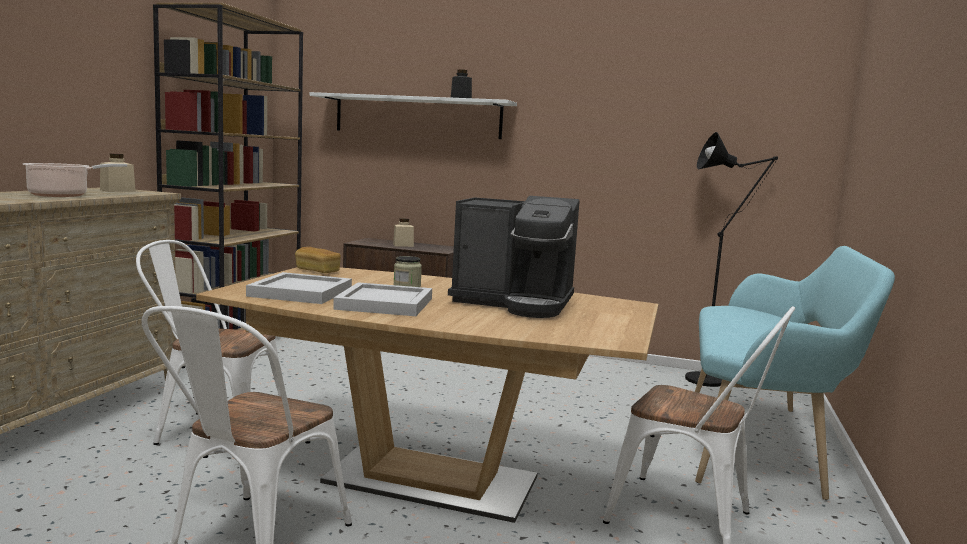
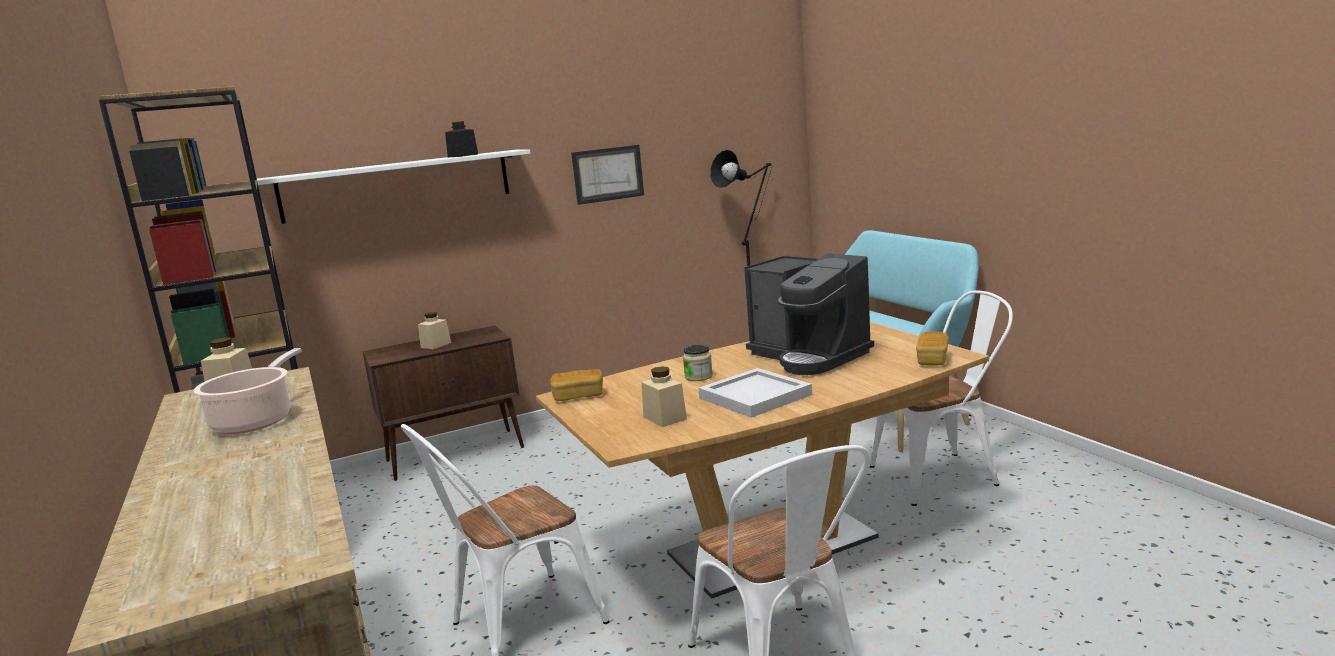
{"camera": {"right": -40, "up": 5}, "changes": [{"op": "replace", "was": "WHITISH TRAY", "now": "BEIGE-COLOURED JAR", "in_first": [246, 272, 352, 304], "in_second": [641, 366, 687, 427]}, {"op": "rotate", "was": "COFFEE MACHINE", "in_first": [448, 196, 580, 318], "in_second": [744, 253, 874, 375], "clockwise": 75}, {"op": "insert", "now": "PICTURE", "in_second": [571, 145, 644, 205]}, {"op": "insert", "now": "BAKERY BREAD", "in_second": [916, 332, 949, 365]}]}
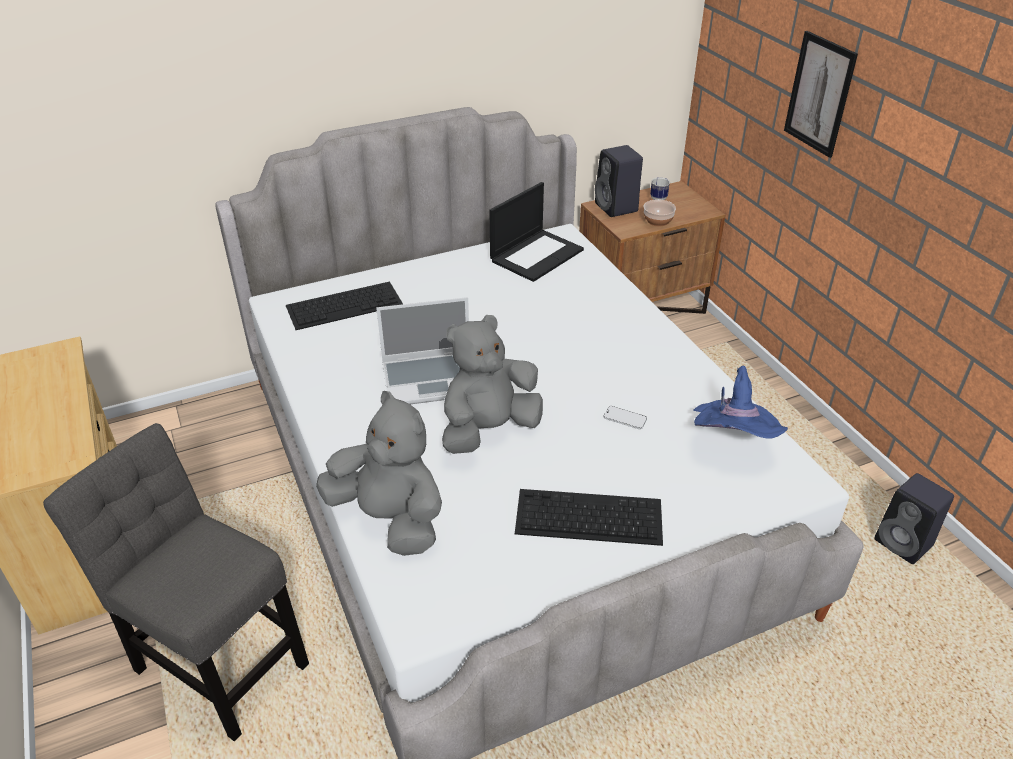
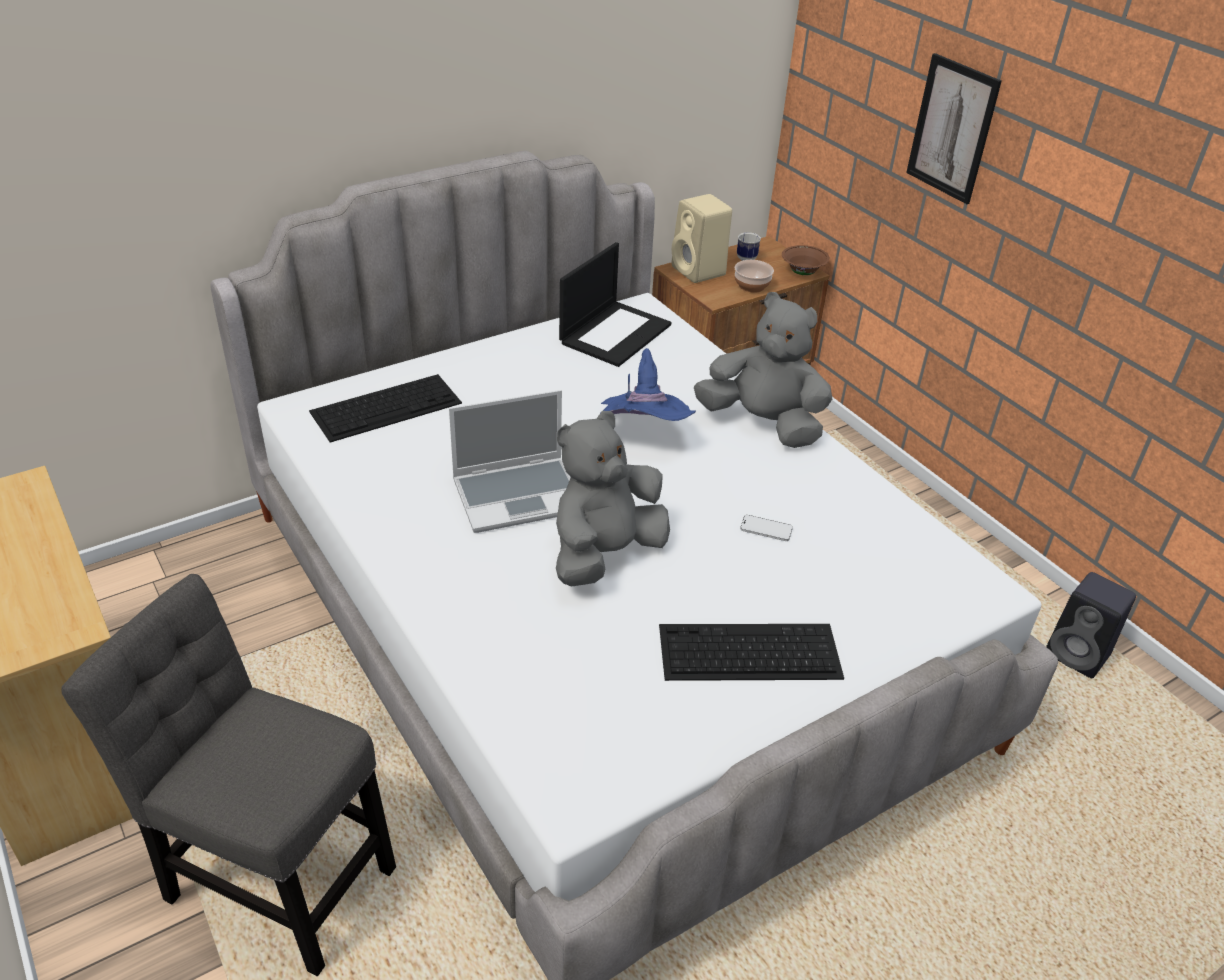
{"camera": {"right": -10, "up": 0}, "changes": [{"op": "move", "was": "GREY PLUSH TOY", "in_first": [316, 391, 442, 556], "in_second": [694, 292, 832, 448]}, {"op": "recolor", "was": "BLACK-COLOURED AUDIO SPEAKER", "now": "BEIGE-COLOURED AUDIO SPEAKER", "in_first": [595, 145, 643, 217], "in_second": [672, 194, 732, 283]}, {"op": "move", "was": "BLUISH CLOTHING HAT", "in_first": [693, 366, 788, 439], "in_second": [600, 348, 696, 421]}, {"op": "insert", "now": "BROWNISH DEEP DISH", "in_second": [782, 245, 830, 275]}]}
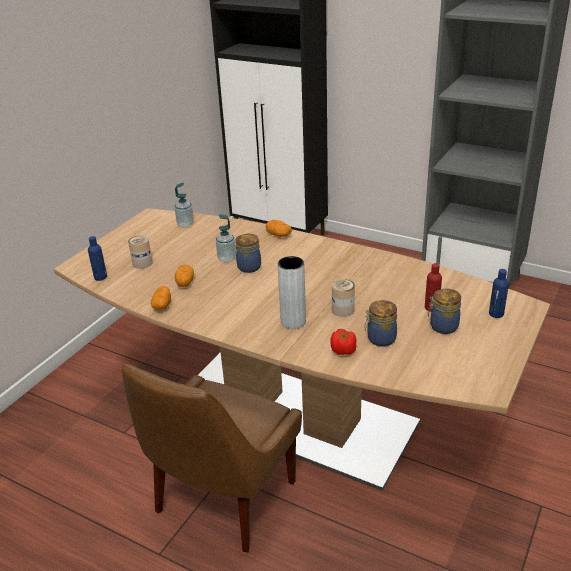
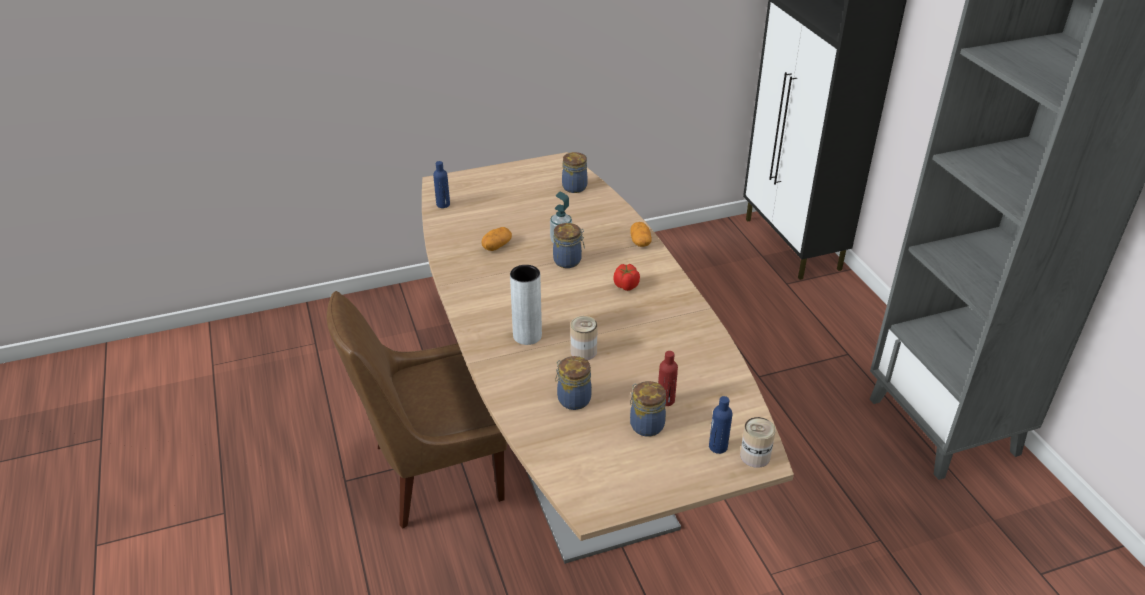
{"camera": {"right": 40, "up": 5}, "changes": [{"op": "move", "was": "SEALED CAN", "in_first": [128, 235, 153, 269], "in_second": [740, 417, 776, 468]}, {"op": "delete", "was": "WHOLE POTATO", "in_first": [151, 286, 171, 310]}, {"op": "replace", "was": "LIQUID SOAP BOTTLE", "now": "JAR", "in_first": [175, 183, 194, 228], "in_second": [562, 152, 587, 193]}, {"op": "move", "was": "FRESH TOMATO", "in_first": [330, 329, 356, 355], "in_second": [613, 264, 640, 291]}]}
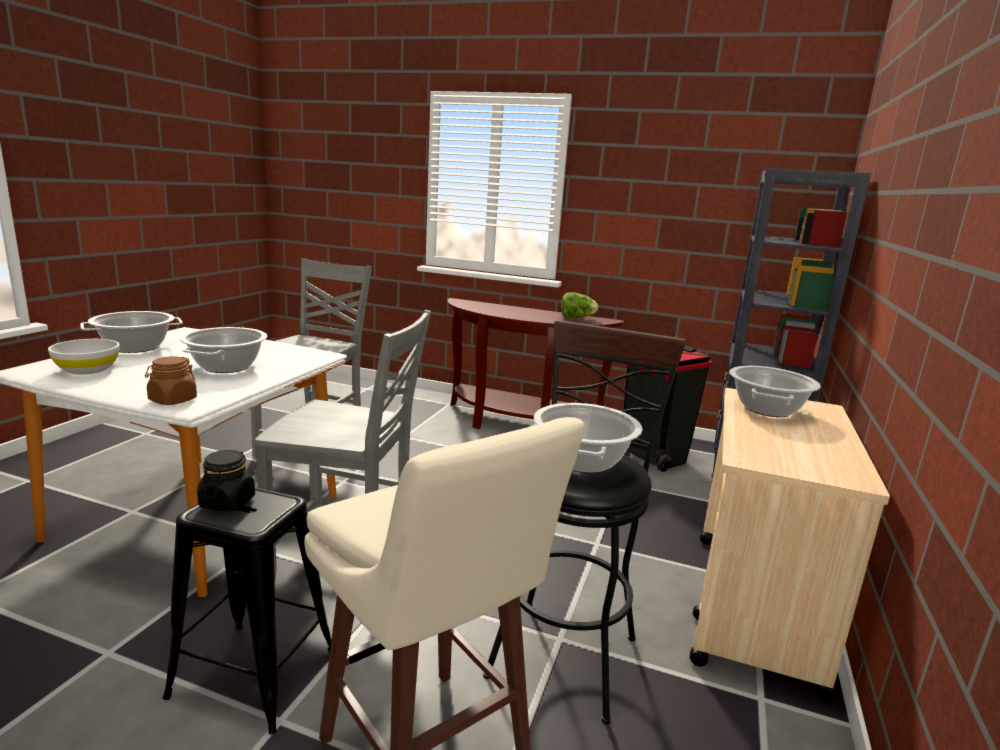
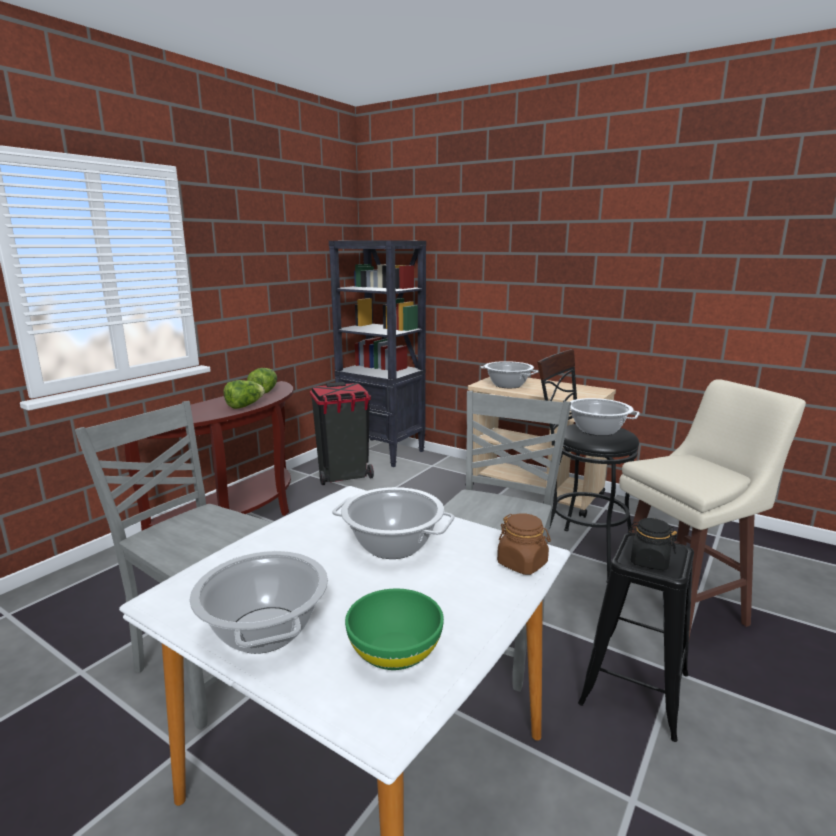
{"camera": {"right": -75, "up": 0}, "changes": [{"op": "recolor", "was": "WHITISH DEEP DISH", "now": "GREEN-COLOURED DEEP DISH", "in_first": [48, 339, 120, 374], "in_second": [345, 588, 444, 670]}, {"op": "insert", "now": "HEAD OF LETTUCE", "in_second": [224, 380, 265, 409]}]}
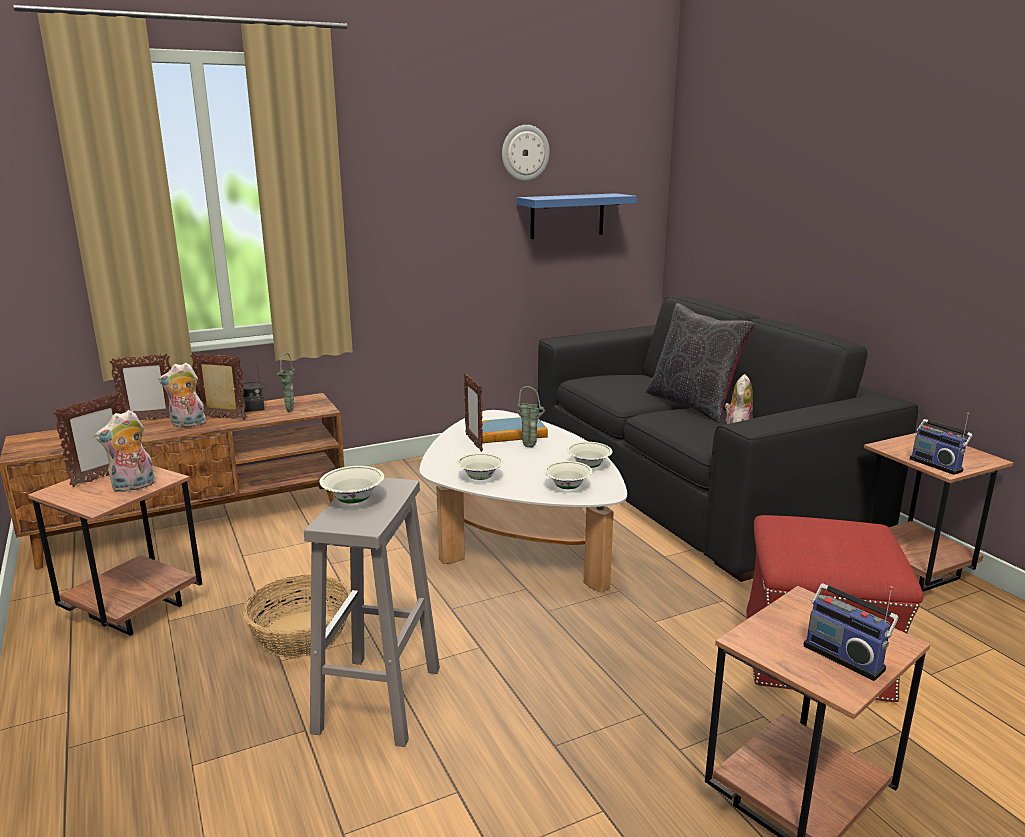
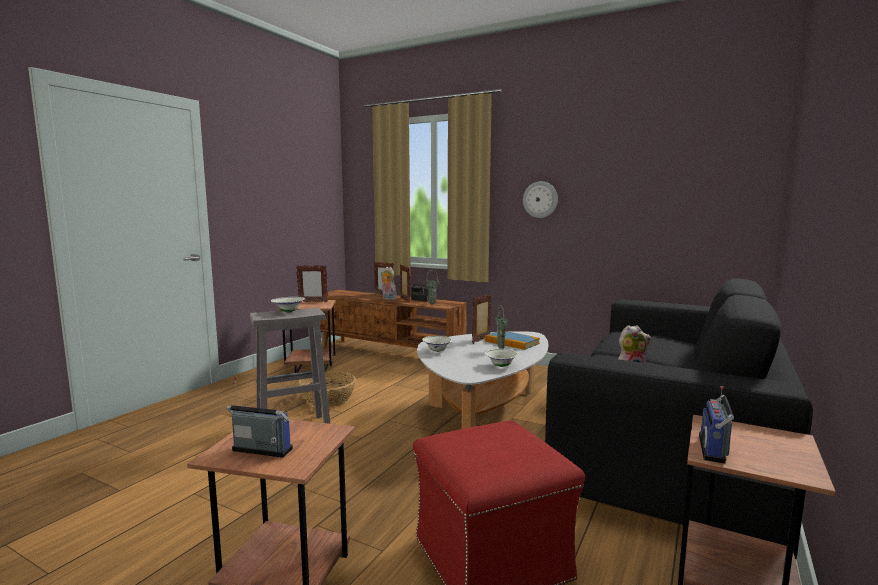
{"camera": {"right": 55, "up": -10}, "changes": [{"op": "delete", "was": "PLUSH TOY", "in_first": [94, 410, 155, 492]}, {"op": "move", "was": "CLOCK ON THE WALL", "in_first": [502, 125, 550, 181], "in_second": [523, 181, 558, 218]}, {"op": "delete", "was": "BLUISH BRACKET SHELF", "in_first": [517, 193, 637, 239]}, {"op": "delete", "was": "WHITISH DEEP DISH", "in_first": [544, 461, 592, 489]}, {"op": "delete", "was": "BLACK-COLOURED THROW PILLOW", "in_first": [646, 303, 755, 423]}, {"op": "rotate", "was": "RADIO RECEIVER", "in_first": [803, 583, 899, 681], "in_second": [226, 377, 293, 458], "clockwise": 90}]}
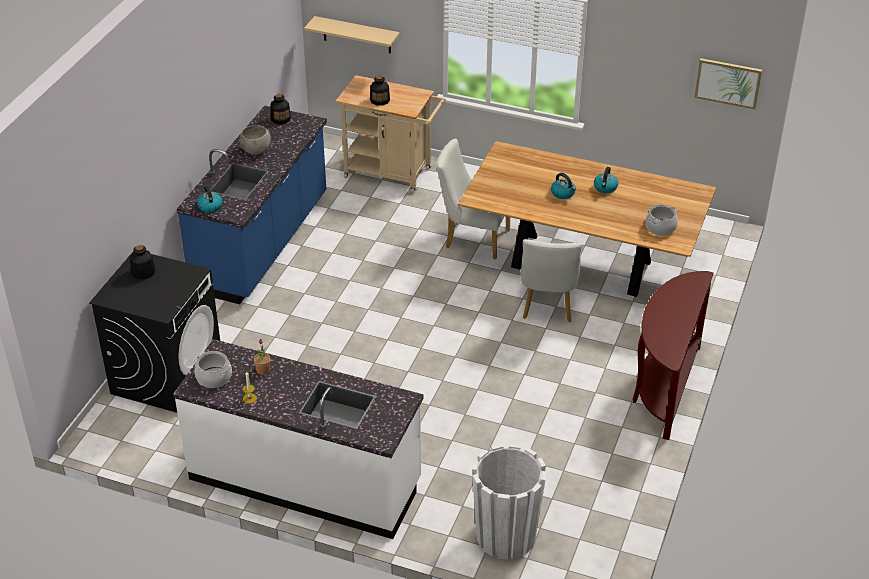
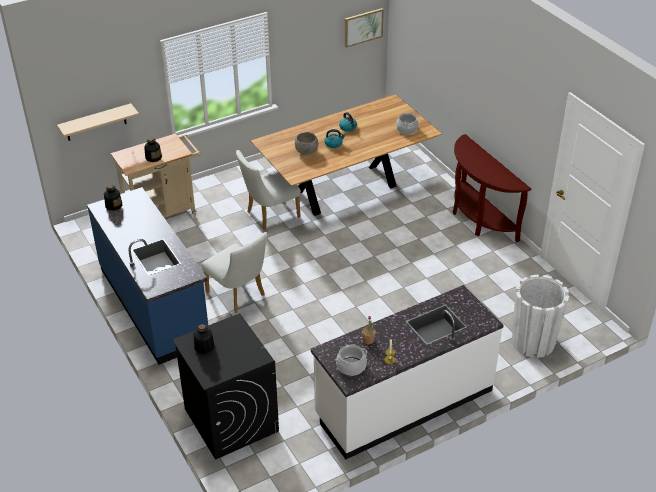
{"camera": {"right": -50, "up": 0}, "changes": [{"op": "delete", "was": "WATER KETTLE", "in_first": [197, 185, 223, 213]}, {"op": "move", "was": "GREY DEEP DISH", "in_first": [239, 125, 271, 155], "in_second": [295, 132, 318, 155]}, {"op": "move", "was": "WHITISH UPRIGHT CHAIR", "in_first": [521, 239, 582, 322], "in_second": [202, 232, 267, 313]}]}
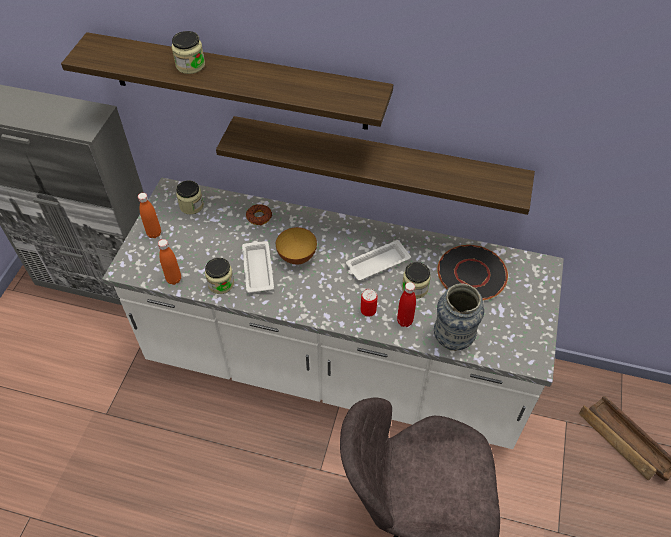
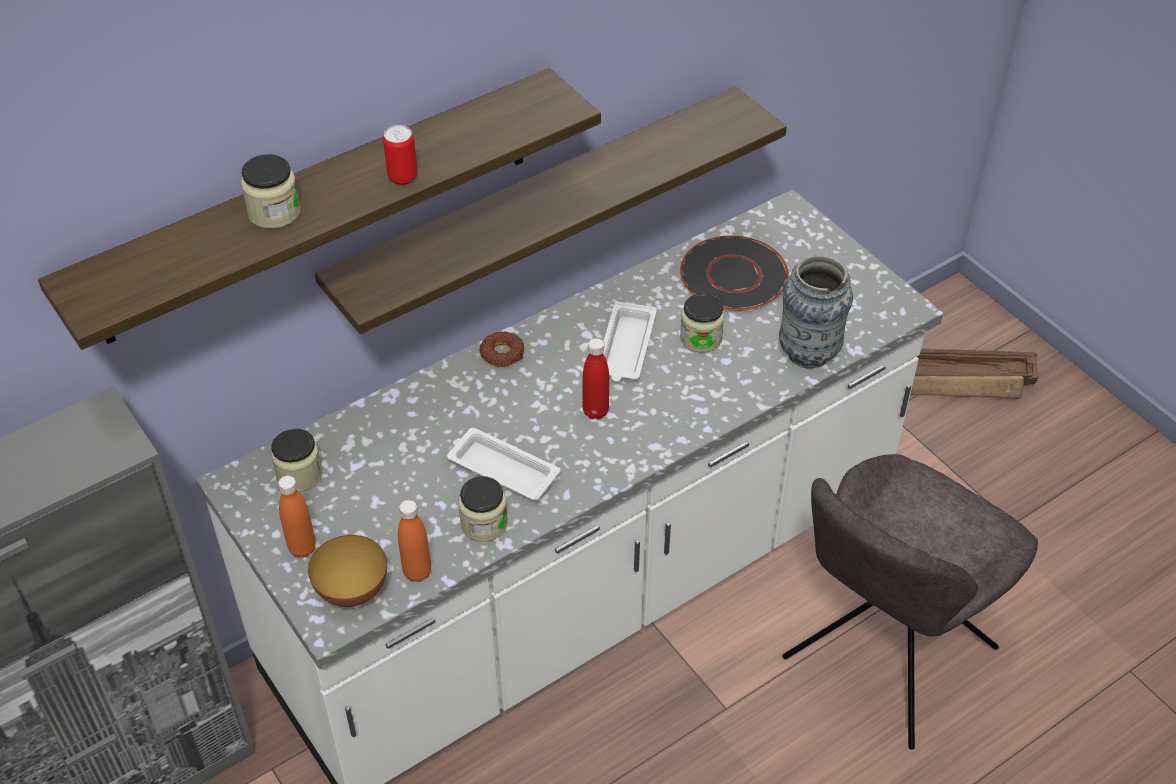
{"camera": {"right": -50, "up": -5}, "changes": [{"op": "move", "was": "RING DOUGHNUT", "in_first": [246, 204, 272, 225], "in_second": [479, 331, 524, 367]}, {"op": "move", "was": "DEEP DISH", "in_first": [276, 227, 317, 265], "in_second": [308, 535, 387, 607]}, {"op": "move", "was": "SEALED CAN", "in_first": [361, 289, 378, 317], "in_second": [383, 125, 417, 185]}, {"op": "move", "was": "RED DRINK BOTTLE", "in_first": [397, 282, 416, 327], "in_second": [582, 338, 609, 419]}]}
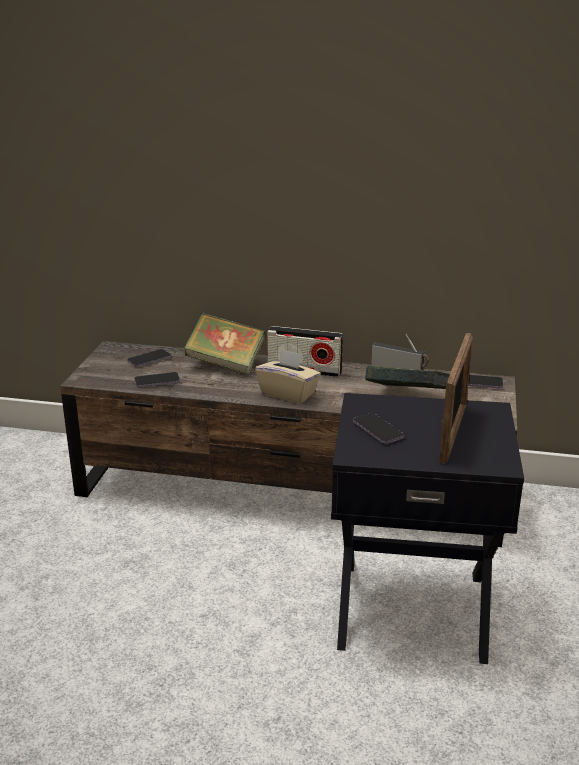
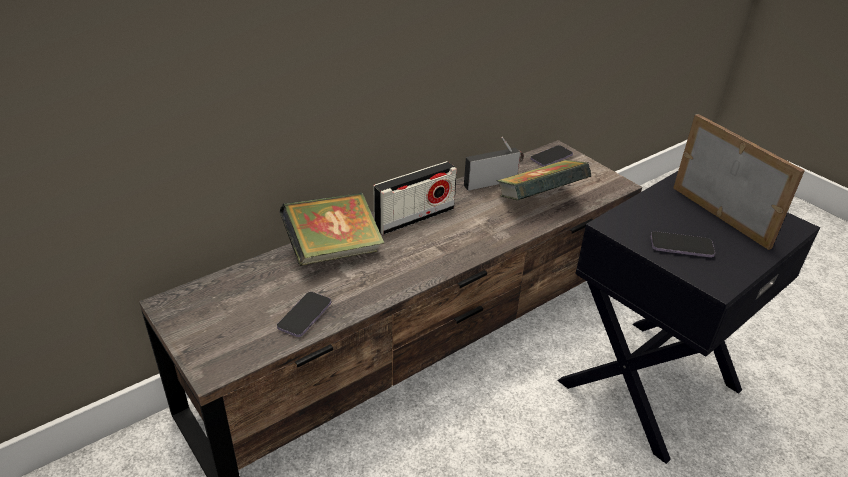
{"camera": {"right": -50, "up": 10}, "changes": [{"op": "delete", "was": "PHONE", "in_first": [127, 349, 171, 367]}, {"op": "delete", "was": "BEIGE-COLOURED TISSUE HOLDER", "in_first": [255, 349, 321, 404]}]}
